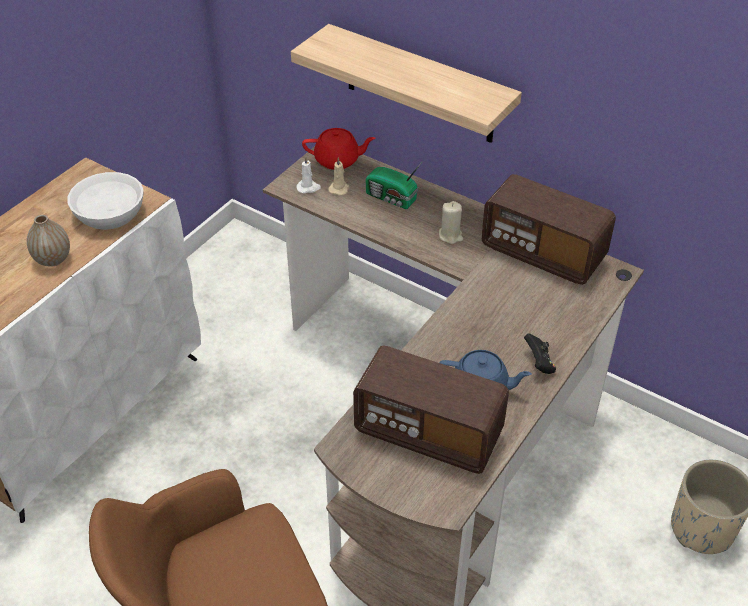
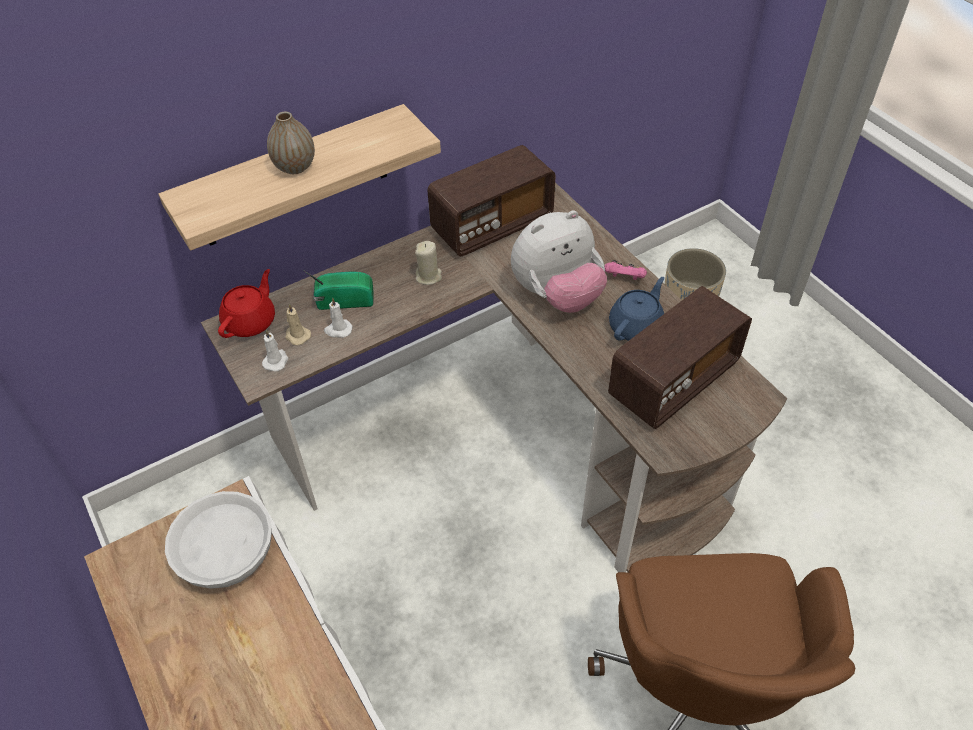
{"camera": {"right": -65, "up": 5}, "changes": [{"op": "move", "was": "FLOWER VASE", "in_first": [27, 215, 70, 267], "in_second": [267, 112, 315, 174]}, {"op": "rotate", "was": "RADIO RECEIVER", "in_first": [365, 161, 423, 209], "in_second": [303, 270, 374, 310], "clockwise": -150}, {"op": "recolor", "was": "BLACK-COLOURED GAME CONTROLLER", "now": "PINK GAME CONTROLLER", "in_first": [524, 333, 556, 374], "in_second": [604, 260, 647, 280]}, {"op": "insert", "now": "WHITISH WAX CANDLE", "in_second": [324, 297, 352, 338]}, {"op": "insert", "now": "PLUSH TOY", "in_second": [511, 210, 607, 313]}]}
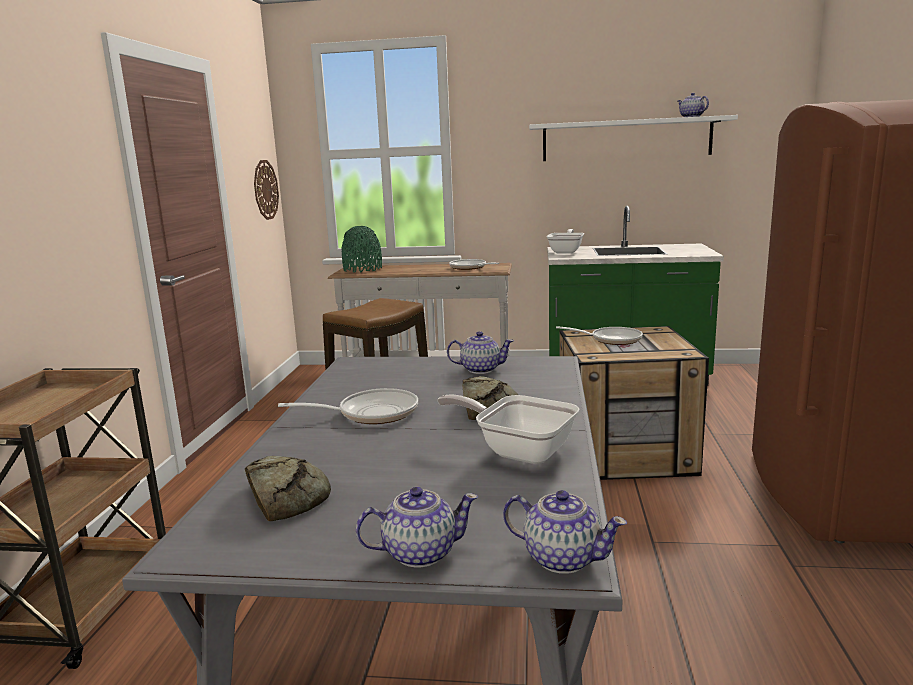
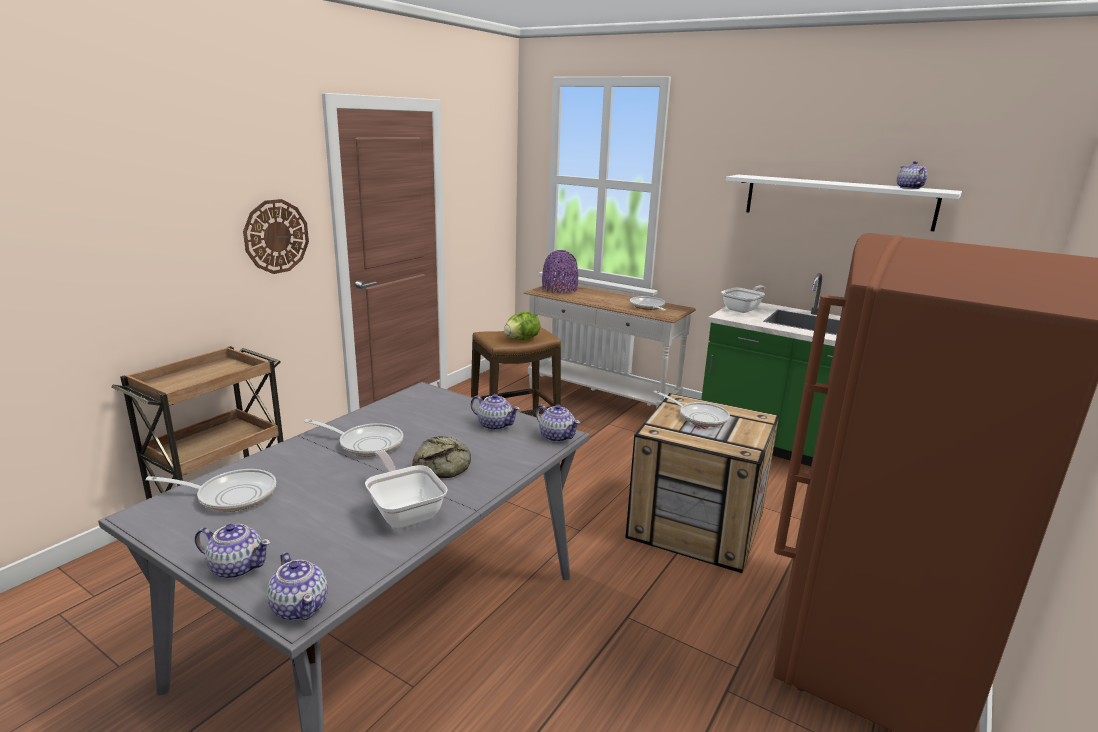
{"camera": {"right": 25, "up": 5}, "changes": [{"op": "replace", "was": "BAKERY BREAD", "now": "SKILLET", "in_first": [245, 456, 331, 521], "in_second": [145, 469, 276, 512]}, {"op": "move", "was": "CLOCK ON THE WALL", "in_first": [254, 160, 279, 220], "in_second": [243, 199, 309, 274]}, {"op": "recolor", "was": "GREEN-COLOURED FLOWER VASE", "now": "PURPLISH FLOWER VASE", "in_first": [342, 226, 382, 273], "in_second": [542, 250, 578, 294]}, {"op": "insert", "now": "HEAD OF LETTUCE", "in_second": [504, 312, 540, 340]}, {"op": "insert", "now": "TEA POT", "in_second": [536, 404, 580, 442]}]}
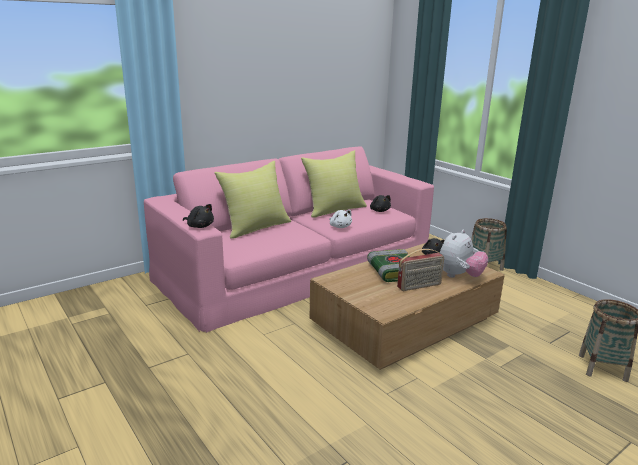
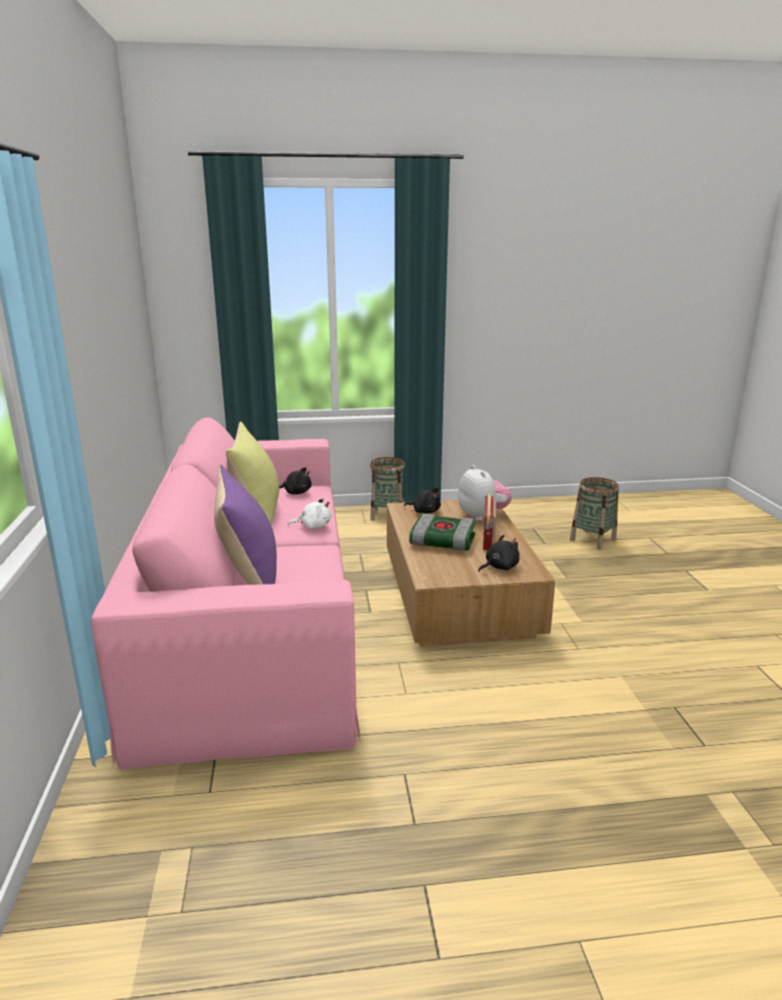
{"camera": {"right": -60, "up": 0}, "changes": [{"op": "move", "was": "BLACK-COLOURED PLUSH TOY", "in_first": [183, 204, 214, 228], "in_second": [478, 535, 520, 571]}, {"op": "recolor", "was": "YELLOW THROW PILLOW", "now": "PURPLISH THROW PILLOW", "in_first": [214, 161, 291, 239], "in_second": [214, 465, 277, 585]}]}
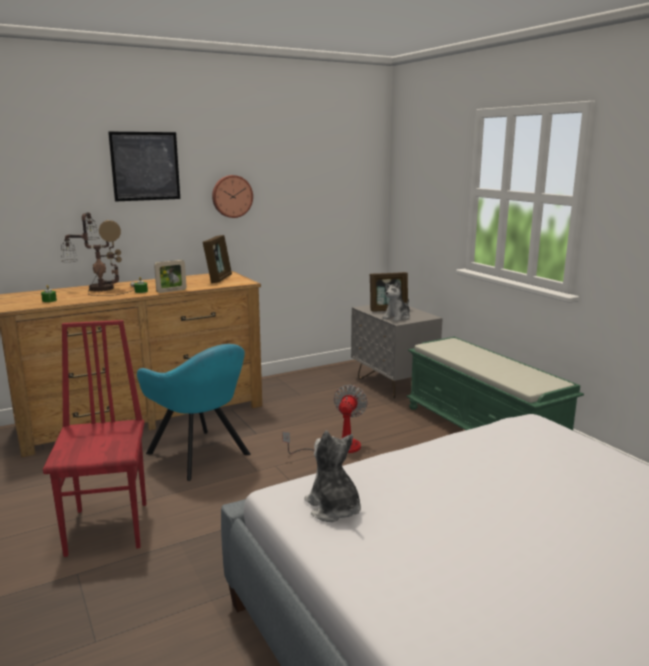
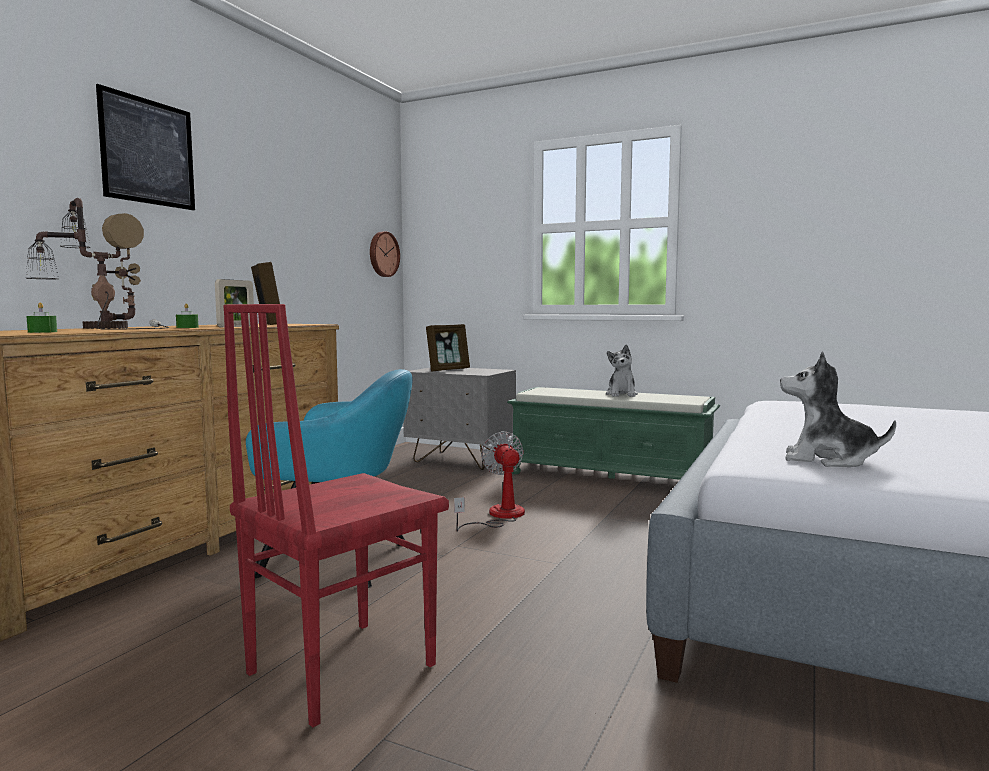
{"camera": {"right": -35, "up": -10}, "changes": [{"op": "rotate", "was": "RED UPRIGHT CHAIR", "in_first": [43, 320, 146, 557], "in_second": [223, 304, 449, 727], "clockwise": -90}, {"op": "move", "was": "CLOCK ON THE WALL", "in_first": [212, 175, 253, 218], "in_second": [370, 231, 400, 277]}, {"op": "move", "was": "PLUSH TOY", "in_first": [382, 280, 410, 322], "in_second": [606, 345, 638, 397]}]}
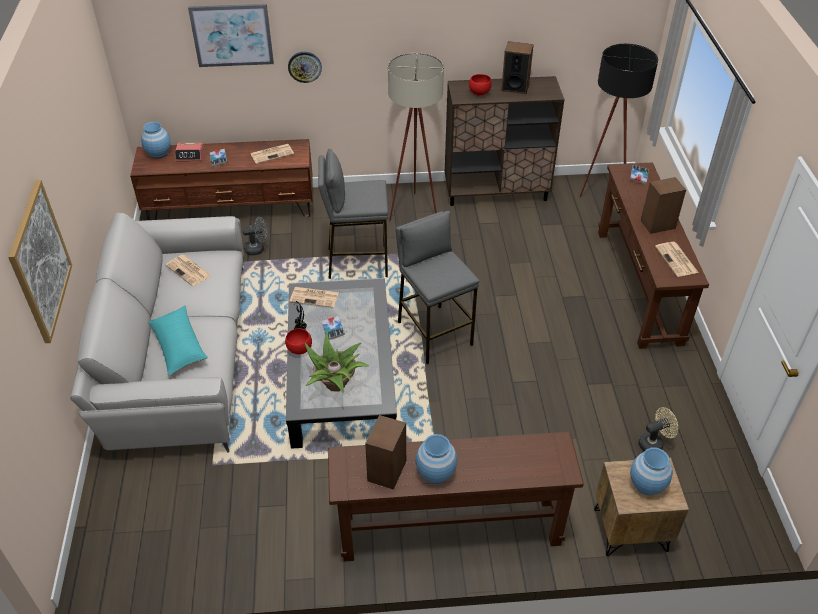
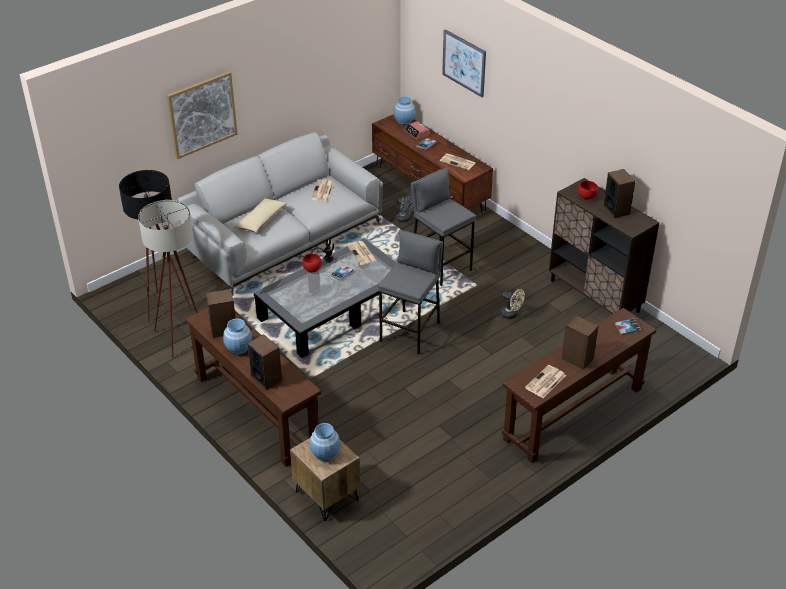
{"camera": {"right": 55, "up": -5}, "changes": [{"op": "recolor", "was": "TURQUOISE-COLOURED THROW PILLOW", "now": "BEIGE-COLOURED THROW PILLOW", "in_first": [149, 306, 208, 376], "in_second": [233, 198, 287, 232]}, {"op": "delete", "was": "CLOCK ON THE WALL", "in_first": [288, 52, 322, 83]}, {"op": "delete", "was": "HOUSEPLANT", "in_first": [305, 333, 369, 393]}, {"op": "move", "was": "BEIGE-COLOURED STANDARD LAMP", "in_first": [388, 52, 444, 222], "in_second": [138, 200, 197, 358]}, {"op": "move", "was": "BLACK-COLOURED STANDARD LAMP", "in_first": [580, 44, 658, 197], "in_second": [119, 170, 192, 323]}, {"op": "move", "was": "BEIGE-COLOURED FAN", "in_first": [639, 407, 678, 452], "in_second": [500, 289, 525, 319]}, {"op": "insert", "now": "AUDIO SPEAKER", "in_second": [247, 334, 282, 390]}]}
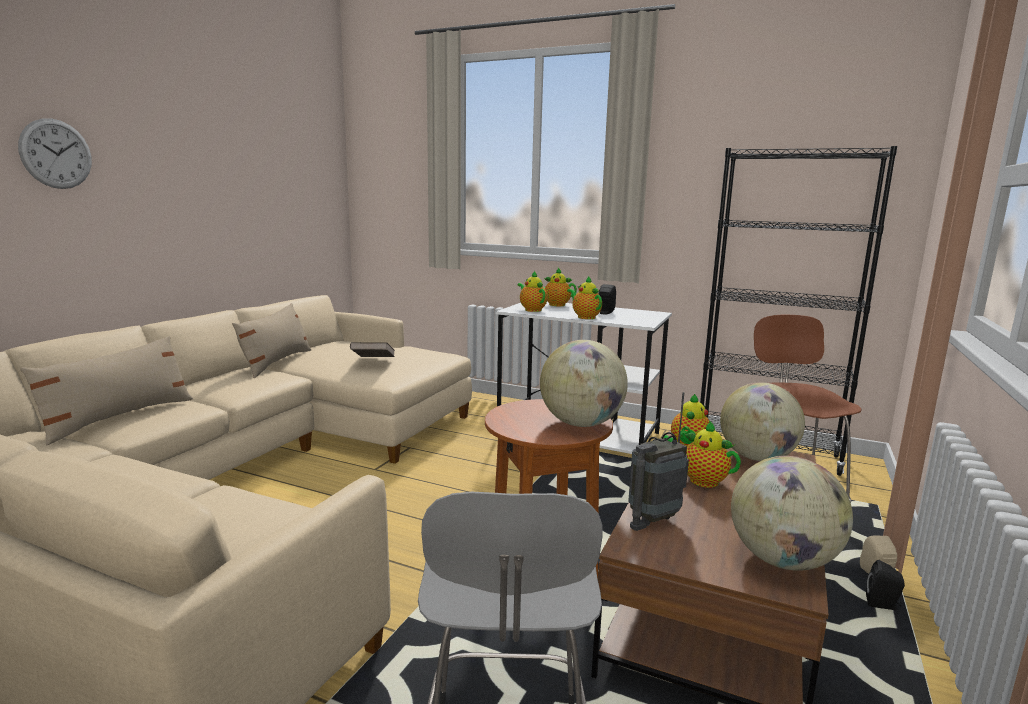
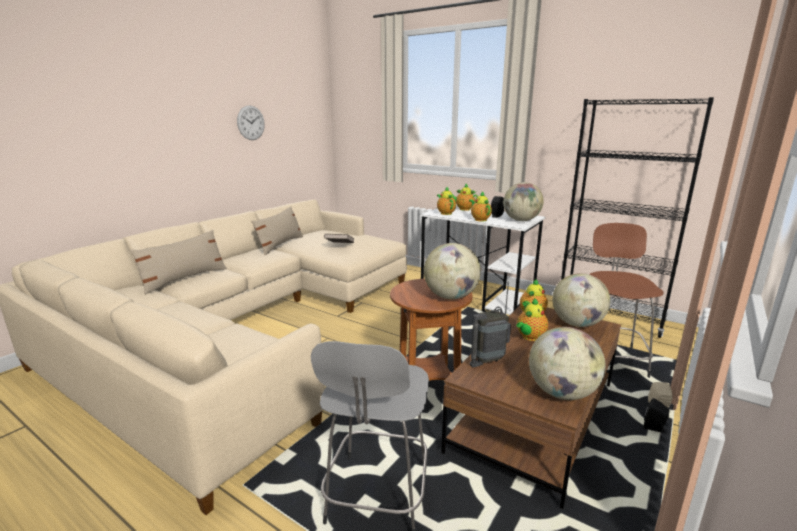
{"camera": {"right": 10, "up": 5}, "changes": [{"op": "move", "was": "CLOCK ON THE WALL", "in_first": [18, 118, 92, 189], "in_second": [237, 105, 265, 140]}, {"op": "rotate", "was": "TEA POT", "in_first": [664, 421, 741, 488], "in_second": [516, 298, 548, 341], "clockwise": -90}, {"op": "insert", "now": "DESK GLOBE", "in_second": [503, 182, 544, 221]}]}
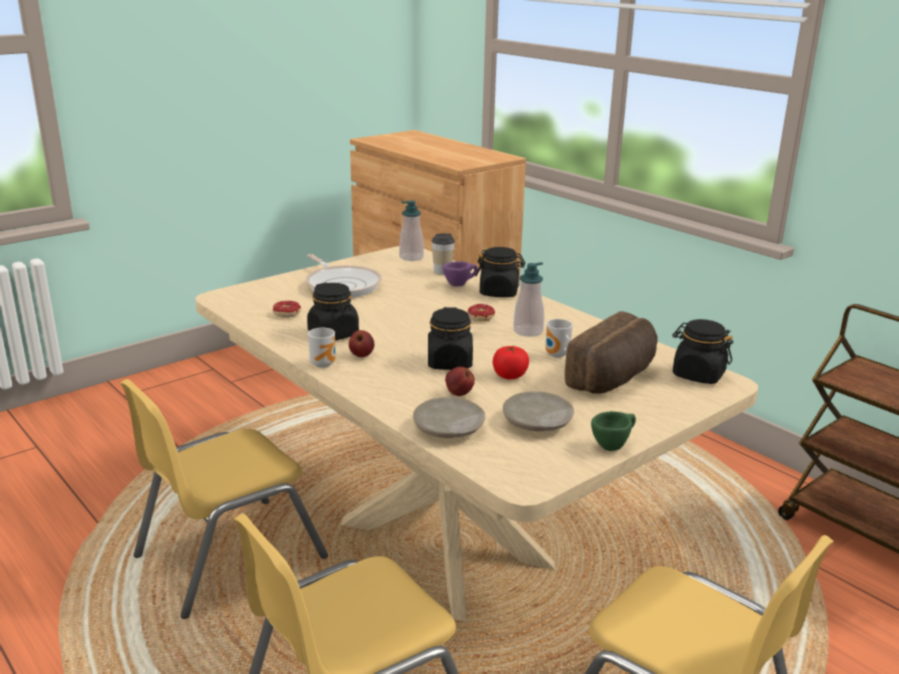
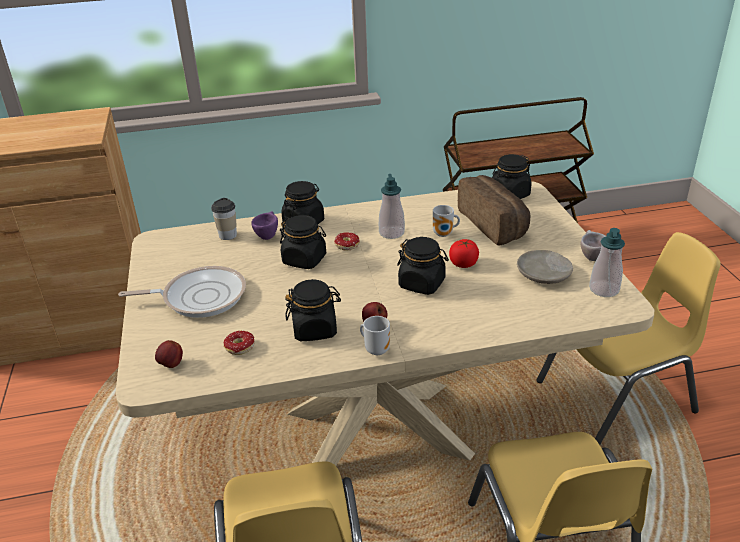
{"camera": {"right": -60, "up": 10}, "changes": [{"op": "move", "was": "LIQUID SOAP BOTTLE", "in_first": [399, 200, 424, 261], "in_second": [589, 228, 625, 297]}, {"op": "delete", "was": "BEIGE-COLOURED FLAT DISH", "in_first": [413, 397, 485, 438]}, {"op": "move", "was": "APPLE", "in_first": [445, 367, 475, 396], "in_second": [155, 340, 183, 368]}, {"op": "recolor", "was": "GREEN-COLOURED SMALL CUP", "now": "BEIGE-COLOURED SMALL CUP", "in_first": [591, 411, 636, 451], "in_second": [581, 230, 606, 261]}, {"op": "insert", "now": "BLACK-COLOURED JAR", "in_second": [280, 215, 326, 269]}]}
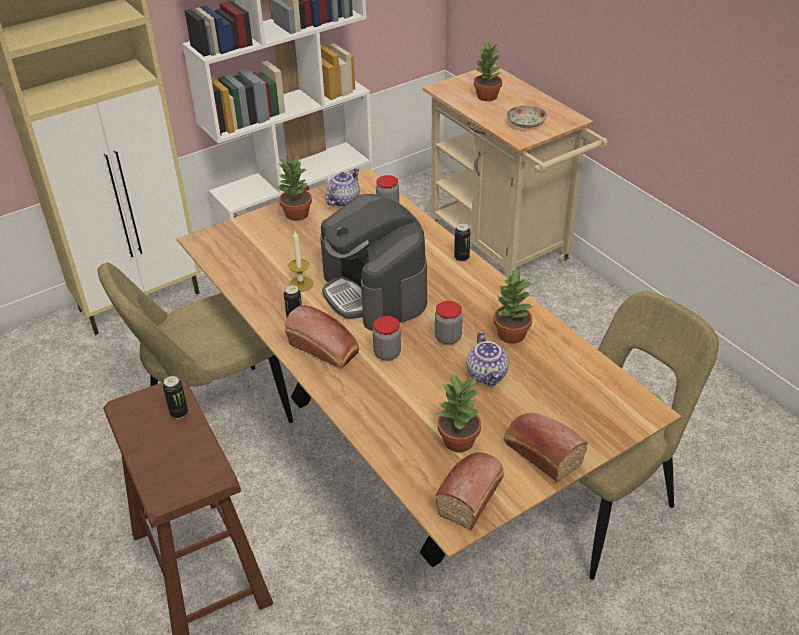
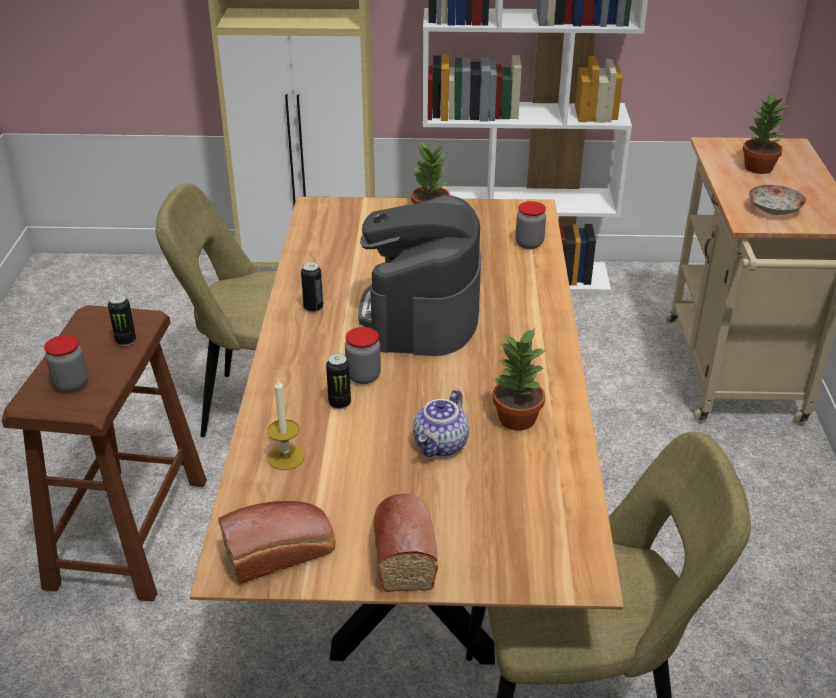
{"camera": {"right": 35, "up": -5}, "changes": [{"op": "delete", "was": "BAKERY BREAD", "in_first": [285, 305, 359, 368]}, {"op": "move", "was": "WAX CANDLE", "in_first": [288, 231, 313, 292], "in_second": [267, 379, 304, 470]}, {"op": "delete", "was": "TEA POT", "in_first": [325, 167, 360, 207]}, {"op": "move", "was": "JAR", "in_first": [435, 301, 463, 345], "in_second": [44, 335, 88, 392]}, {"op": "delete", "was": "HOUSEPLANT", "in_first": [436, 373, 481, 452]}, {"op": "move", "was": "SEALED CAN", "in_first": [454, 223, 470, 262], "in_second": [326, 353, 351, 410]}]}
